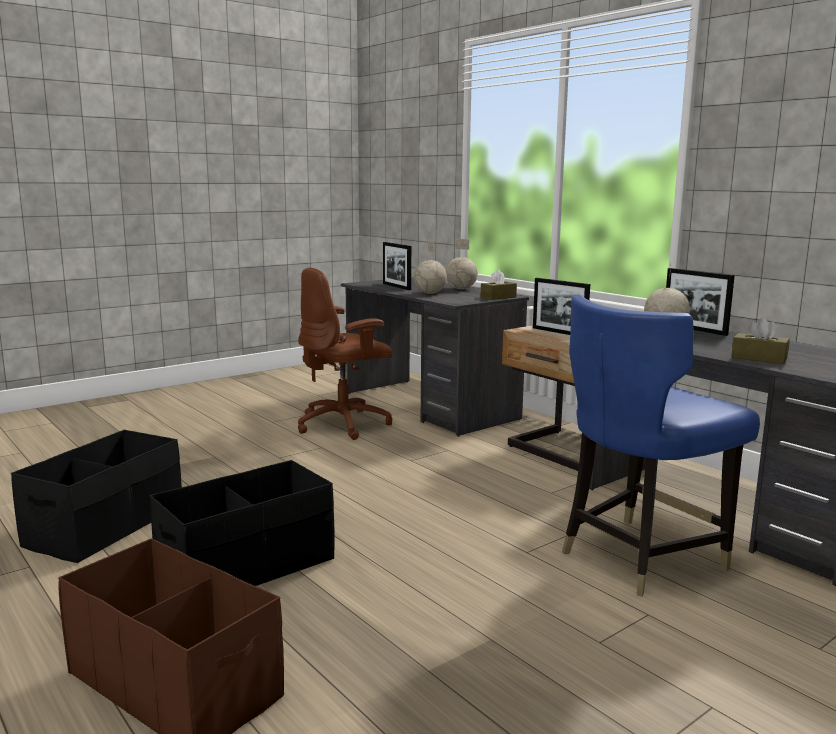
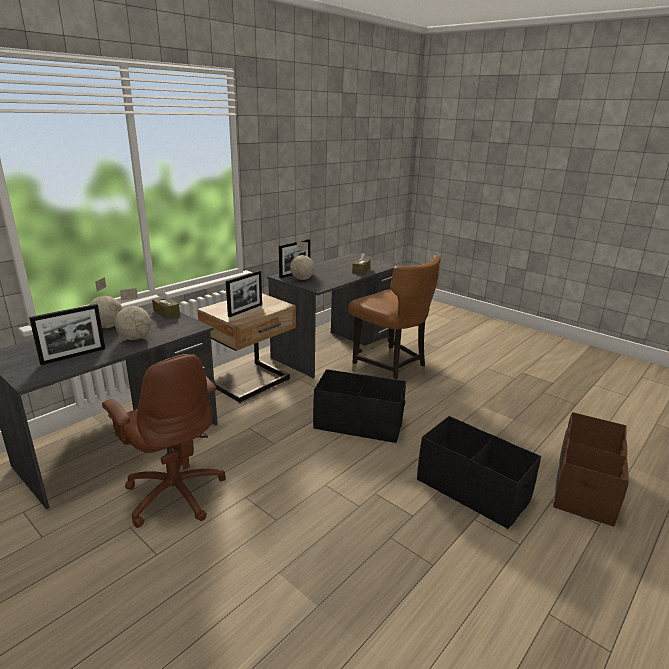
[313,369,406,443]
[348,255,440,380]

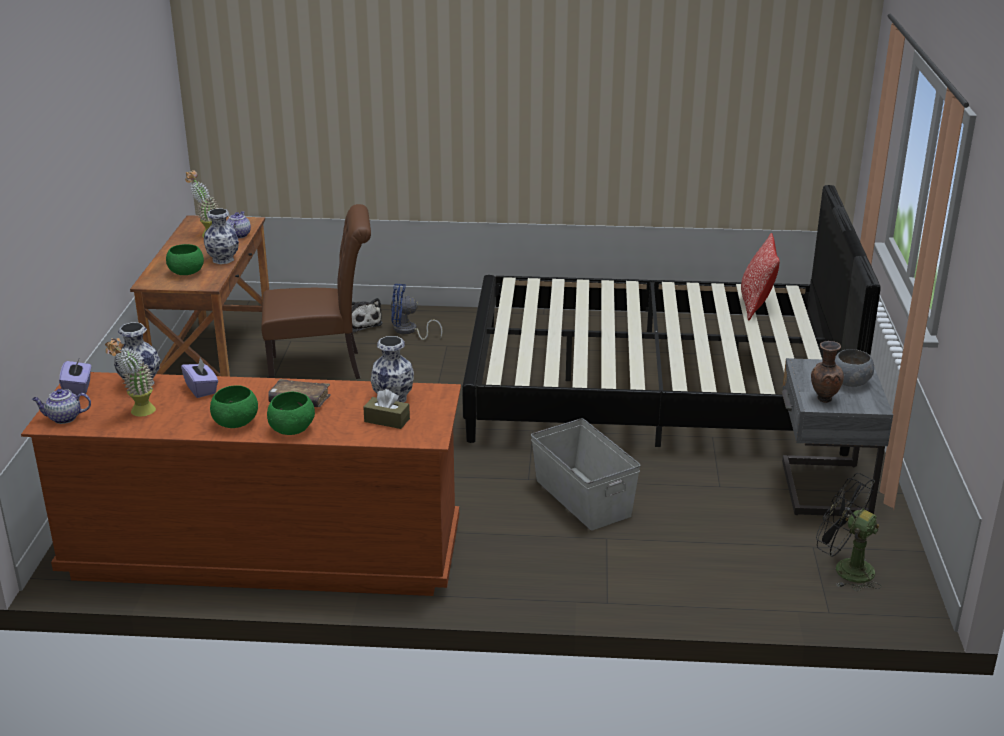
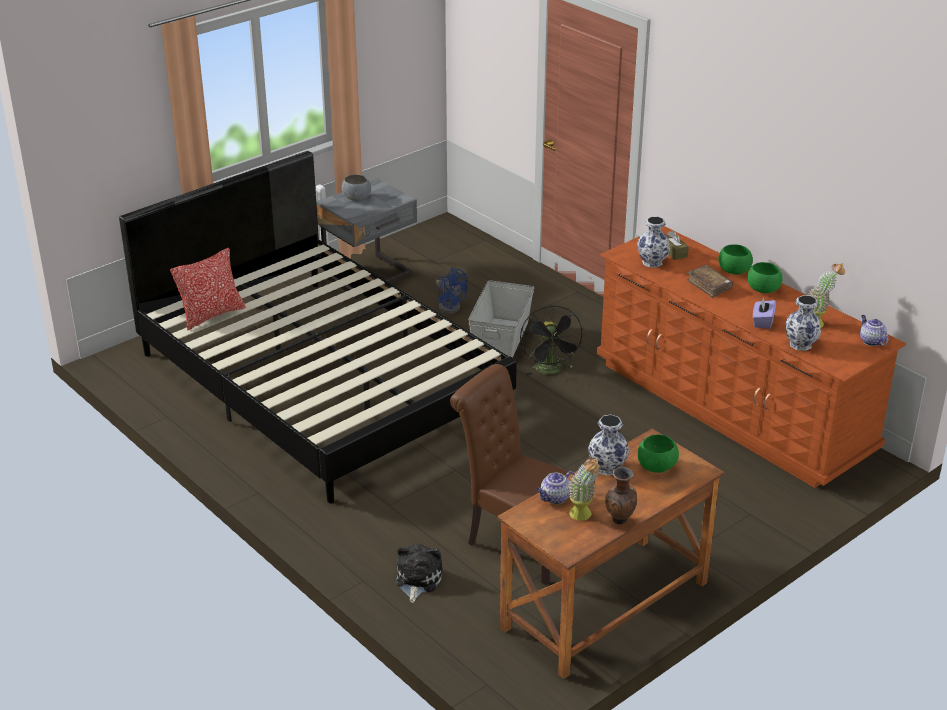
[860,315,888,346]
[59,357,91,396] (first image)
[436,267,468,314]
[605,467,637,524]
[520,305,583,375]

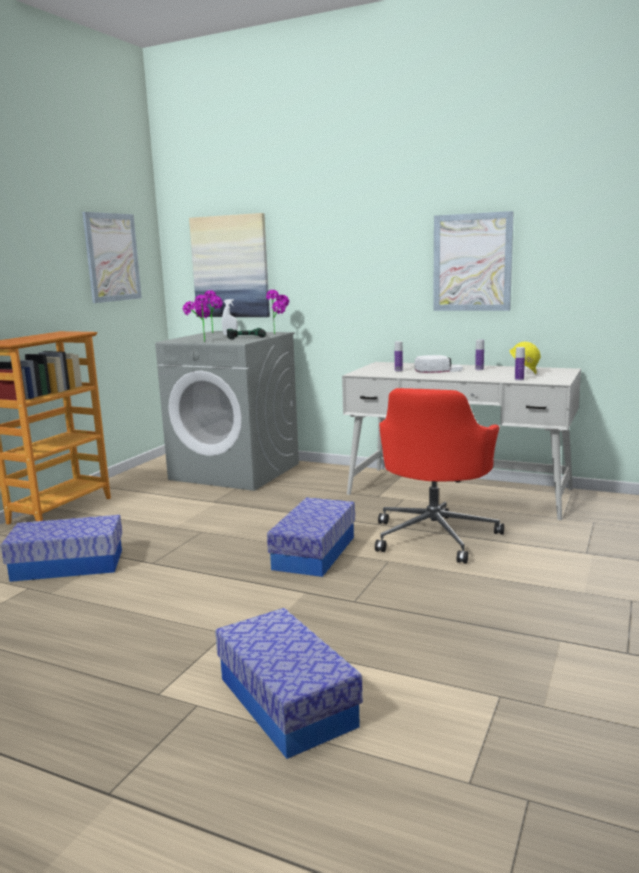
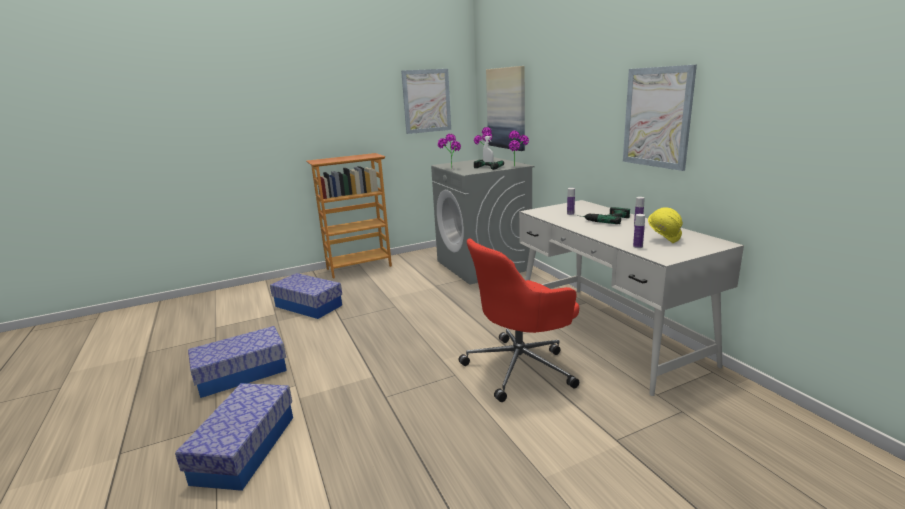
[188,326,287,398]
[577,207,630,224]

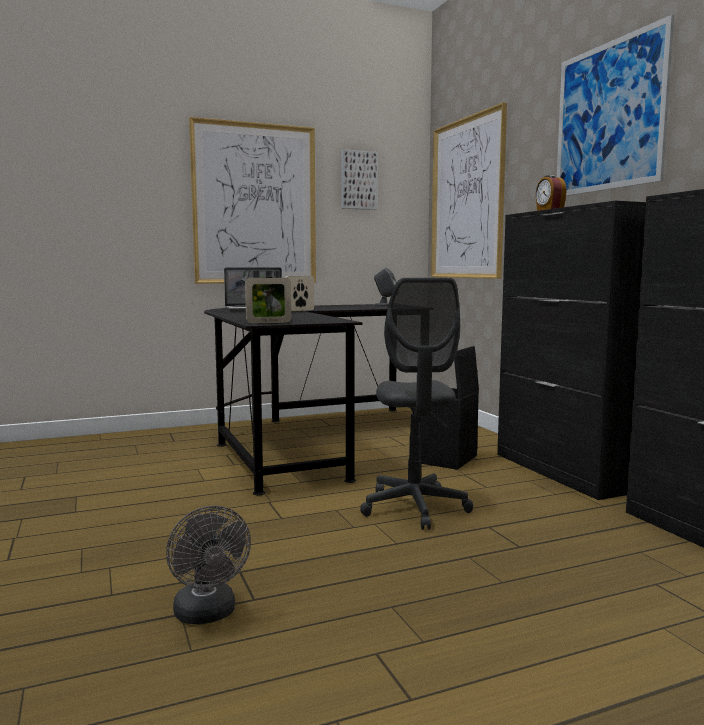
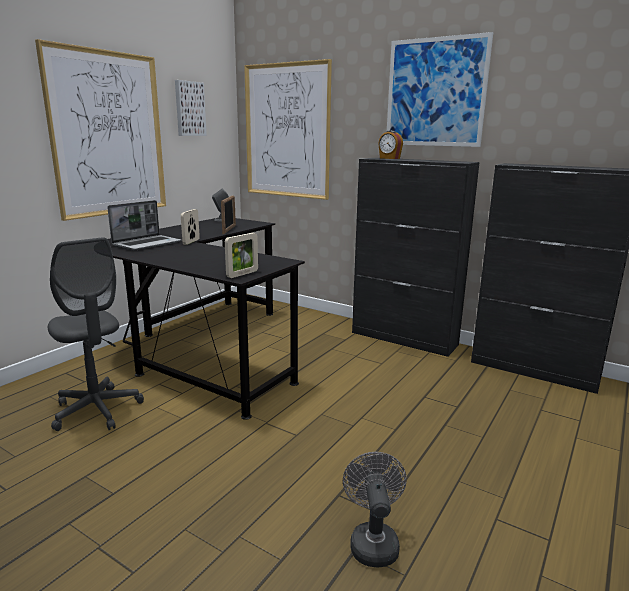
[343,452,407,567]
[48,237,144,431]
[420,346,479,470] (first image)
[221,195,236,234]

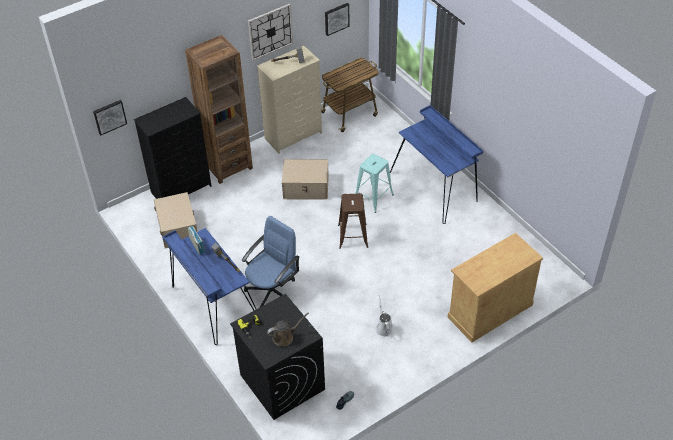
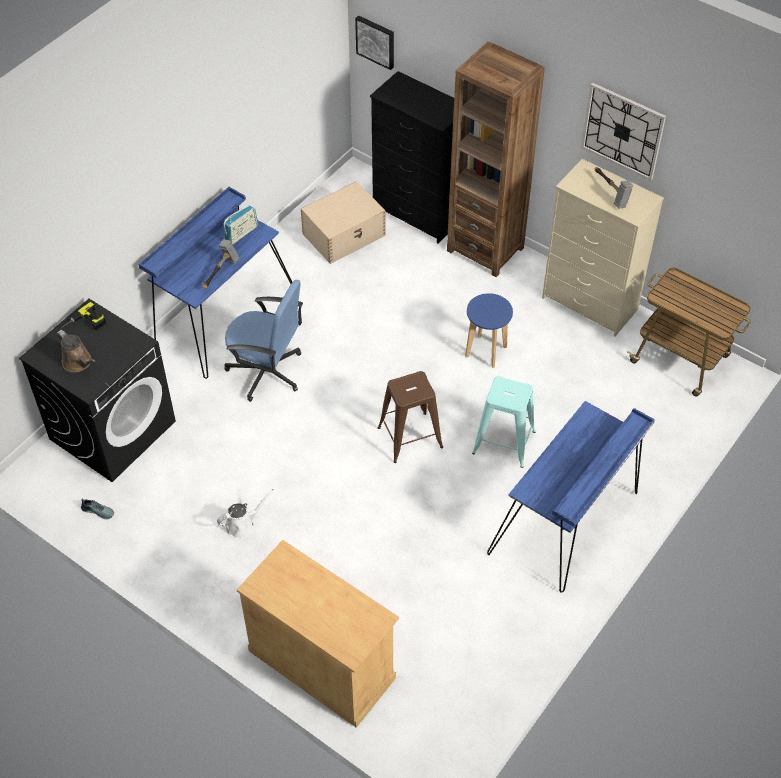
[465,293,513,368]
[325,3,349,36] (first image)

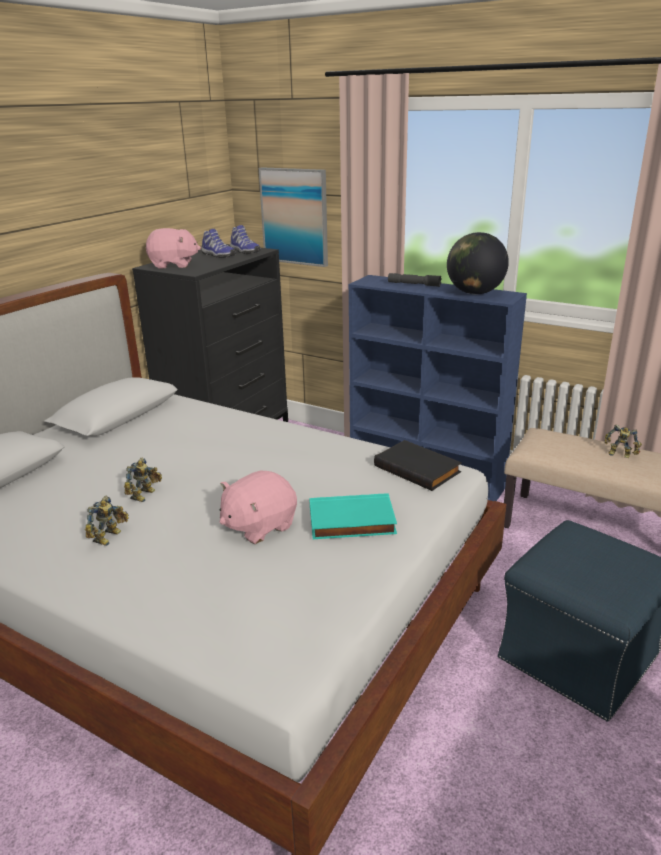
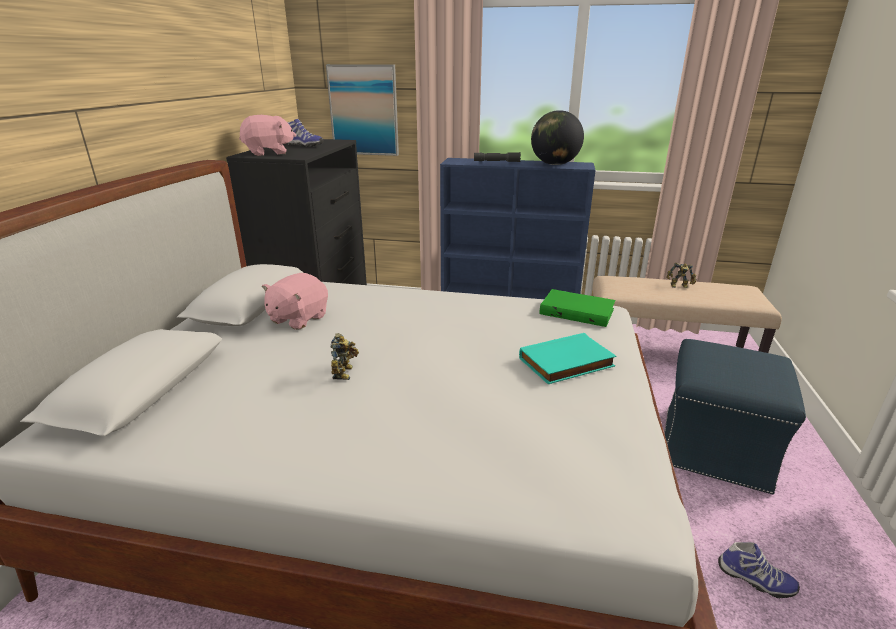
[85,496,129,546] (first image)
[262,273,328,330]
[718,542,800,598]
[540,289,615,327]

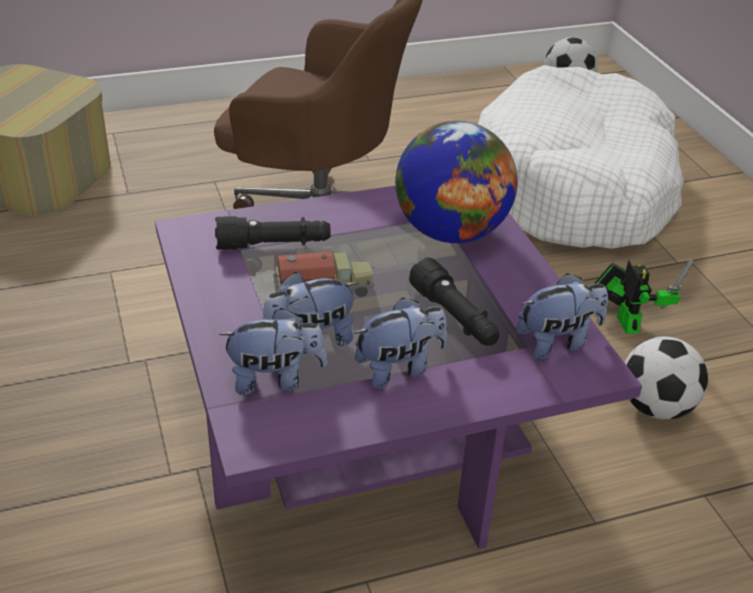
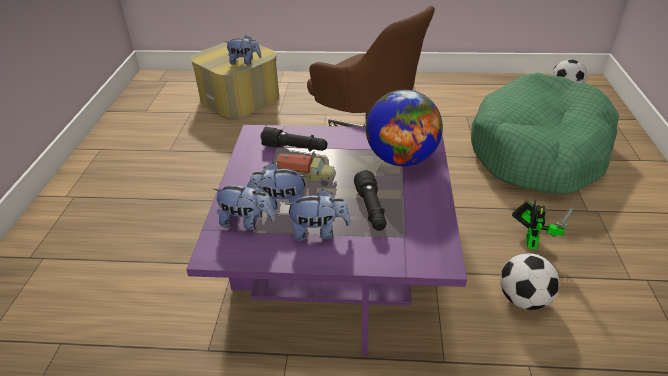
[471,73,619,194]
[225,35,262,65]

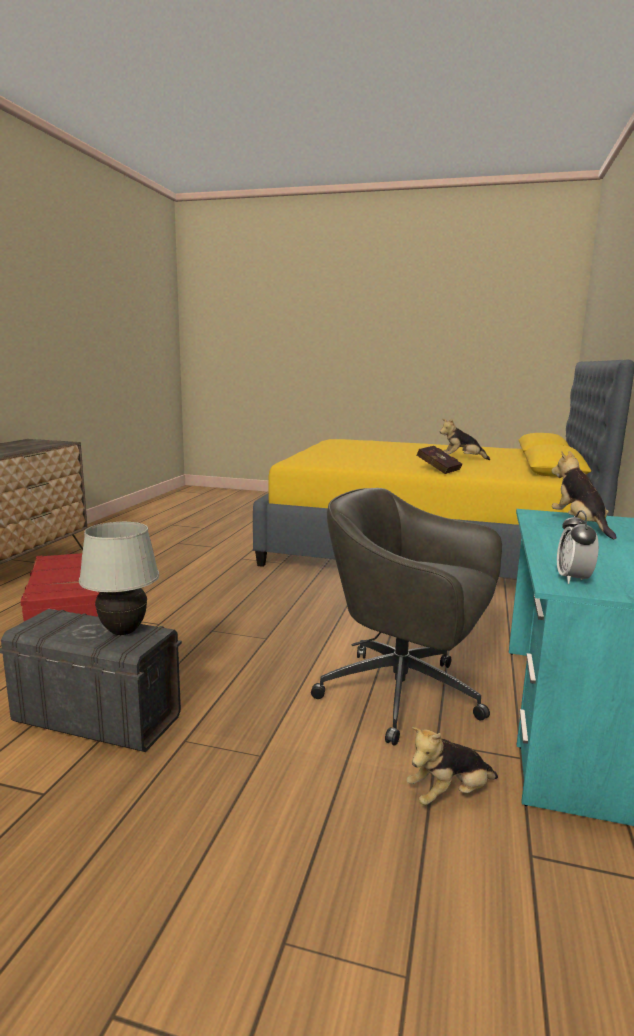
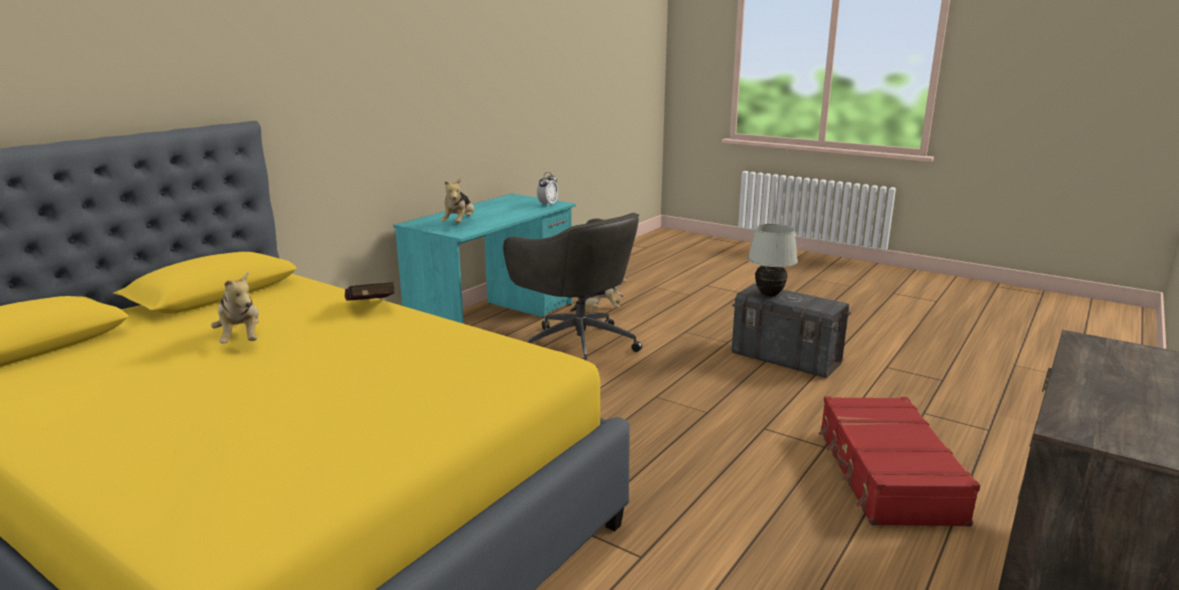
[211,272,259,344]

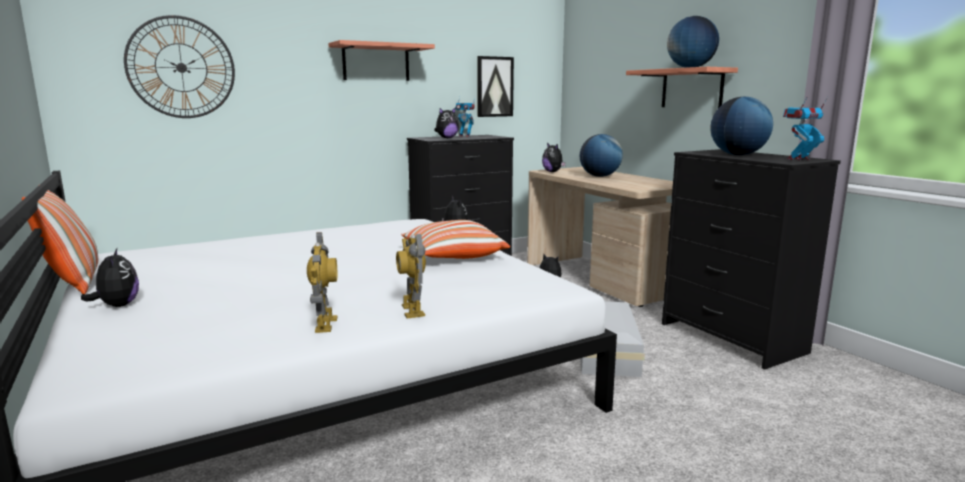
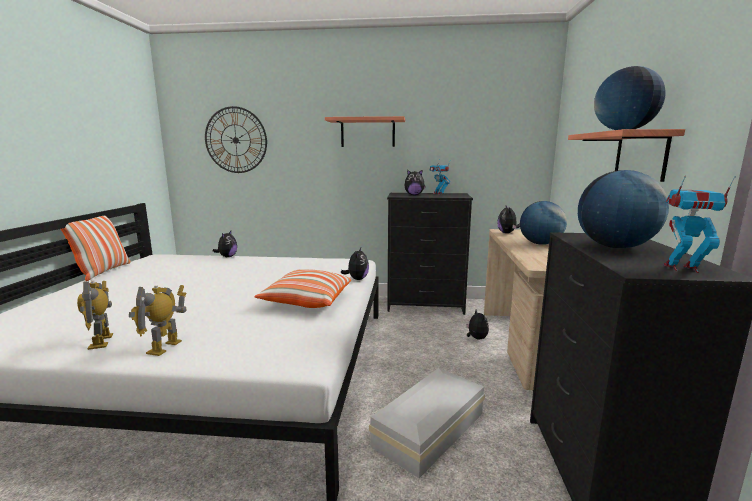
[213,231,237,257]
[77,280,113,350]
[478,56,514,117] (first image)

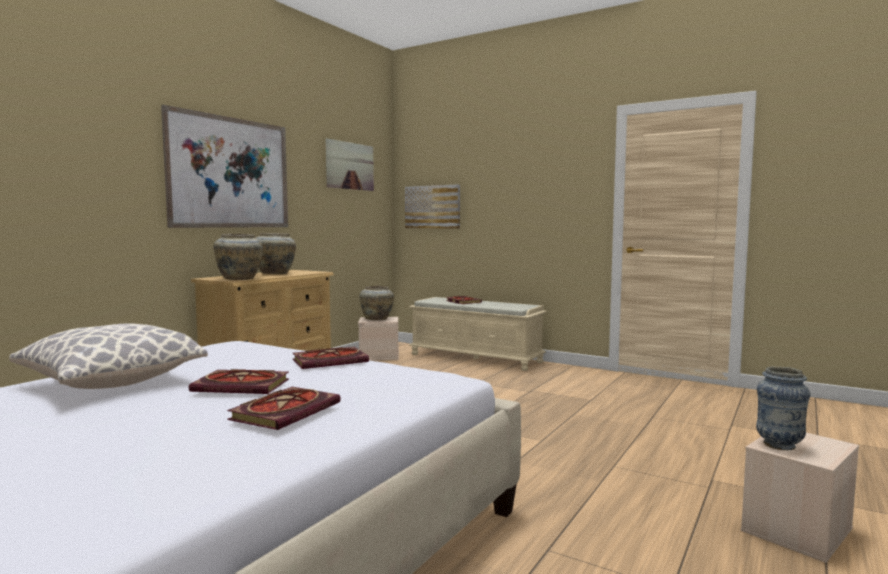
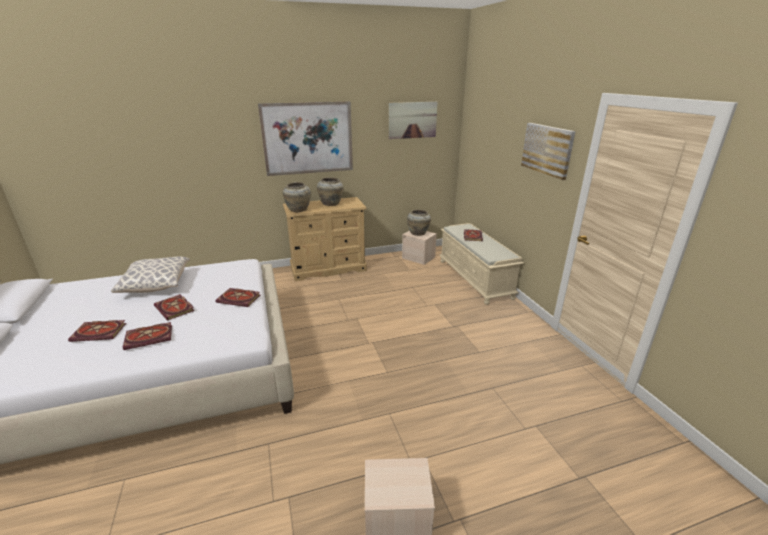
[521,123,576,180]
[756,367,810,450] (first image)
[68,320,126,342]

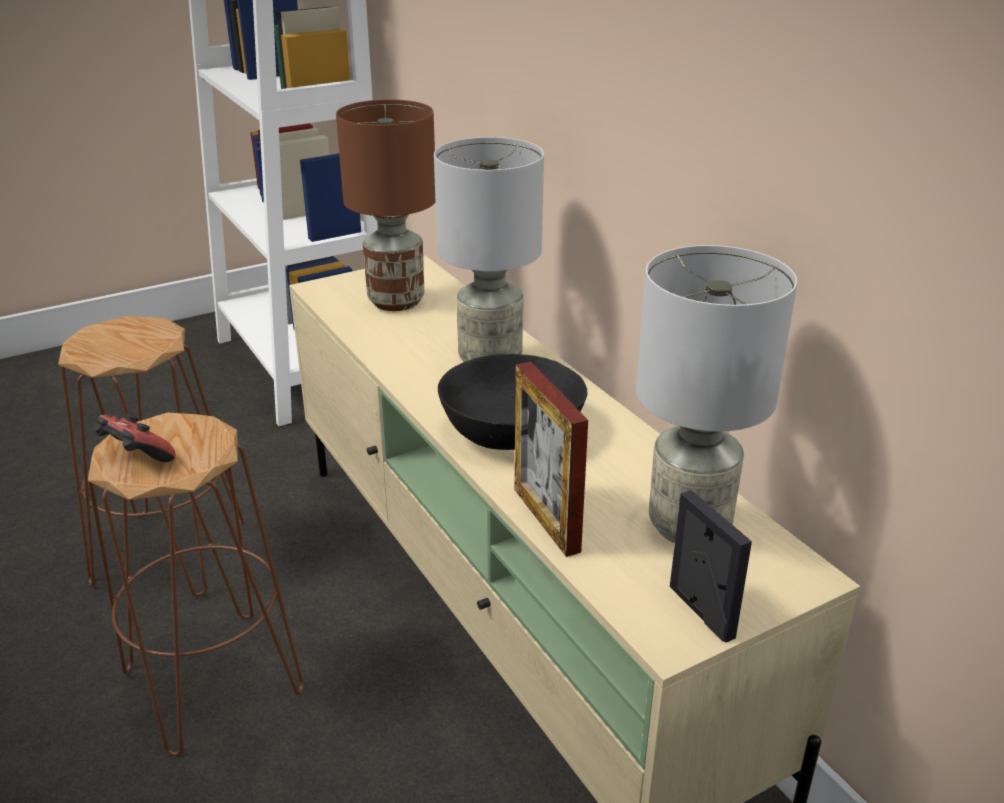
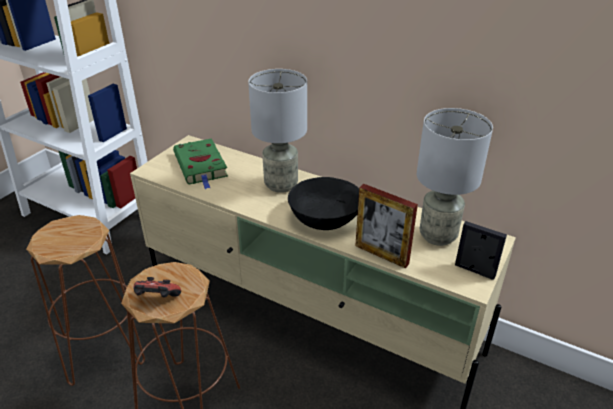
[173,139,228,189]

